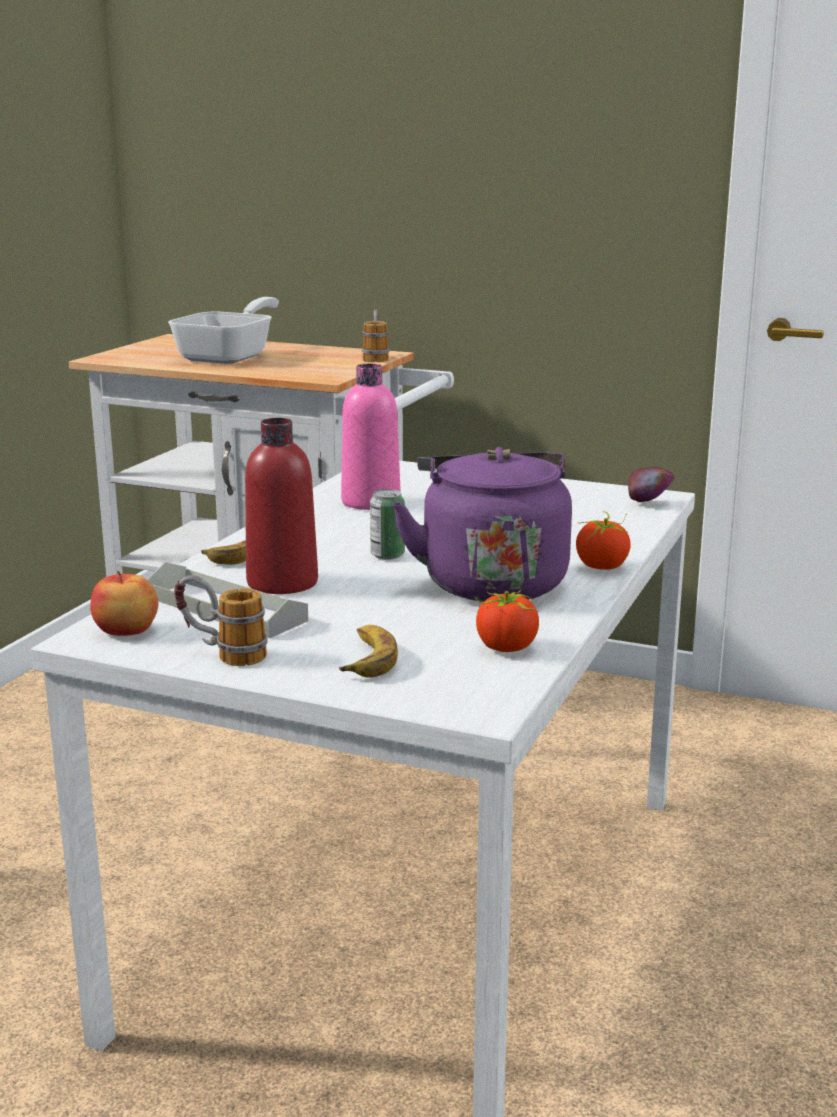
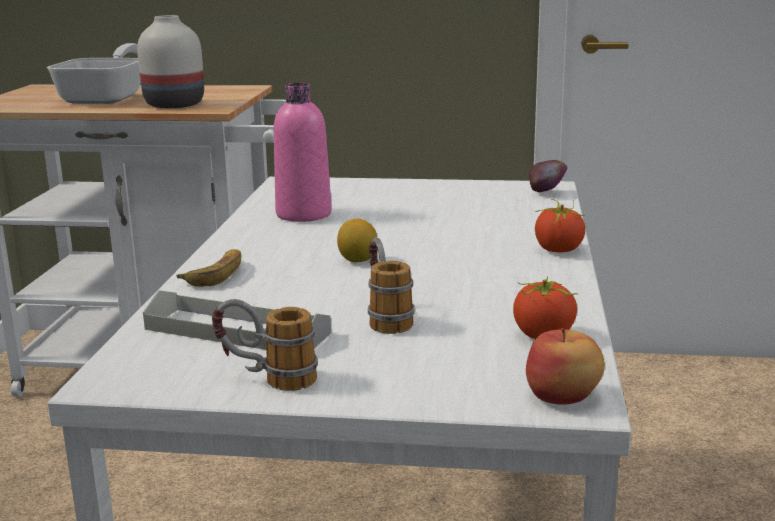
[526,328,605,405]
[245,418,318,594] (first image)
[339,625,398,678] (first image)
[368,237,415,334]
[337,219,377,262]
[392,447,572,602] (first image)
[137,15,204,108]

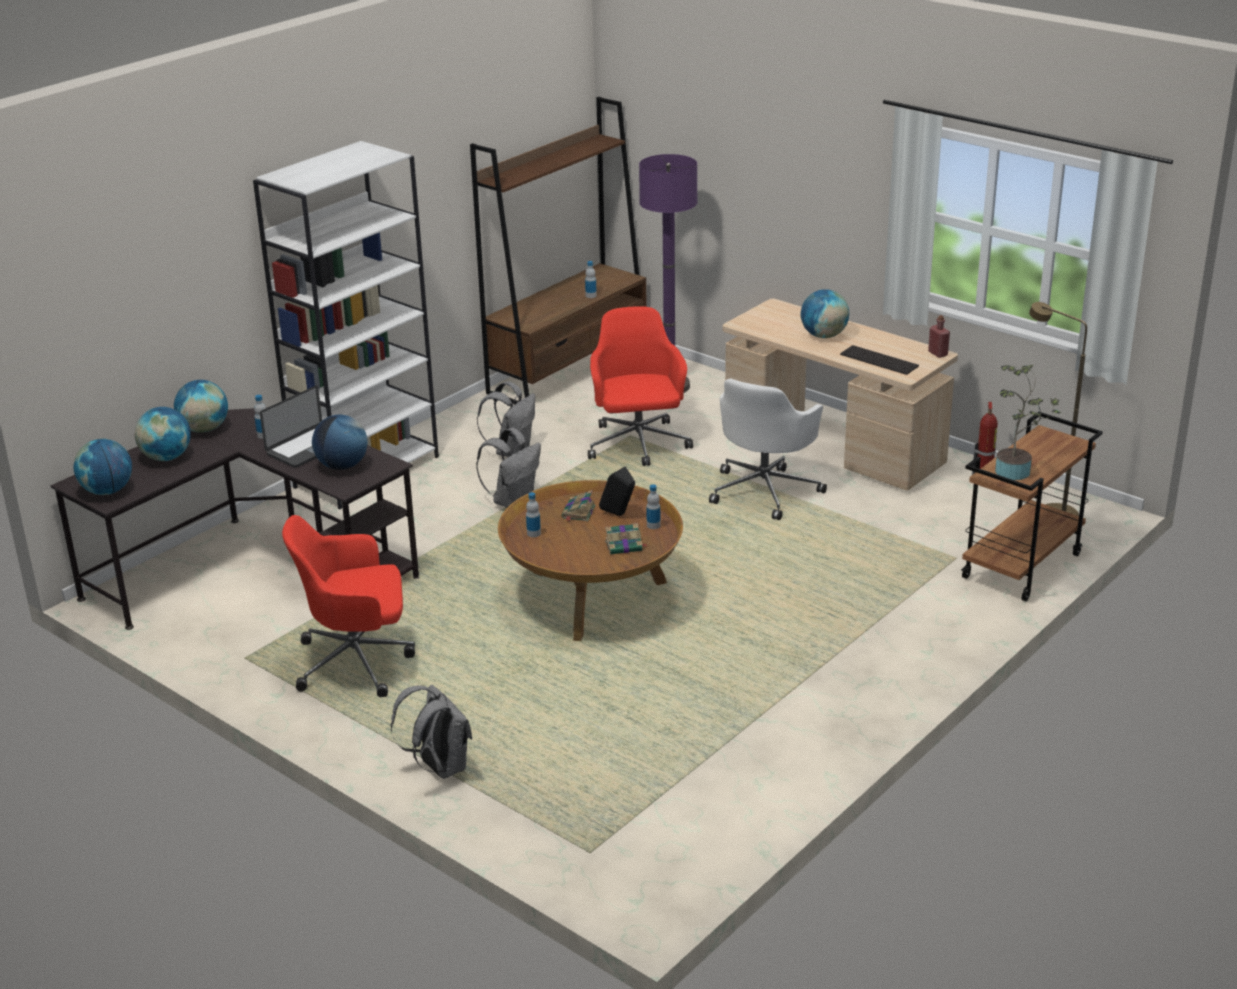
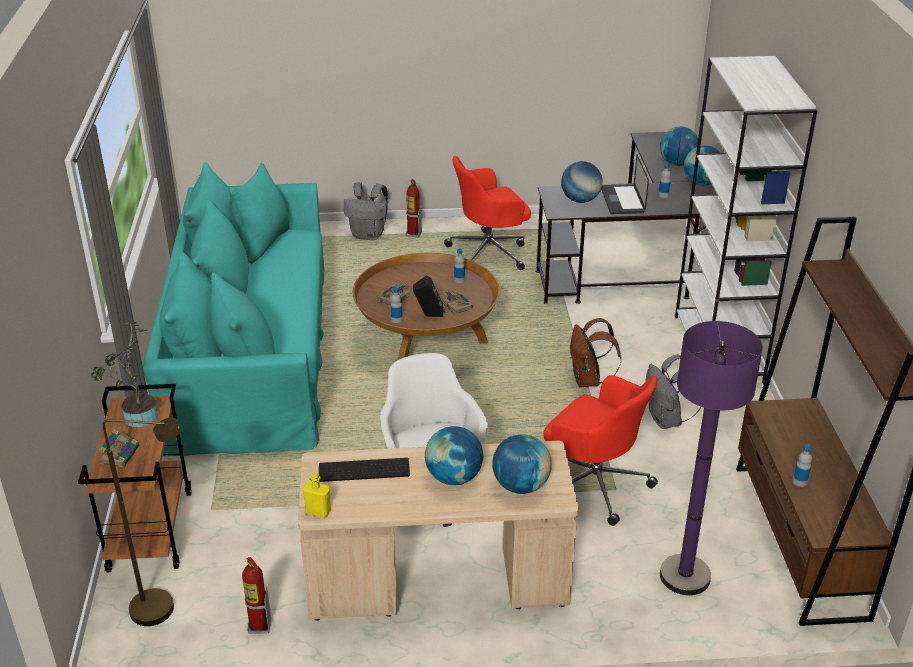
[492,434,552,494]
[444,156,531,270]
[570,318,622,387]
[303,473,331,518]
[98,429,139,467]
[143,162,324,456]
[406,179,422,237]

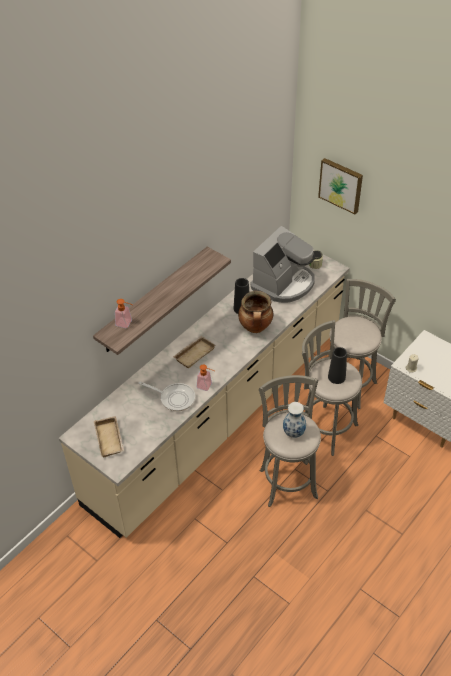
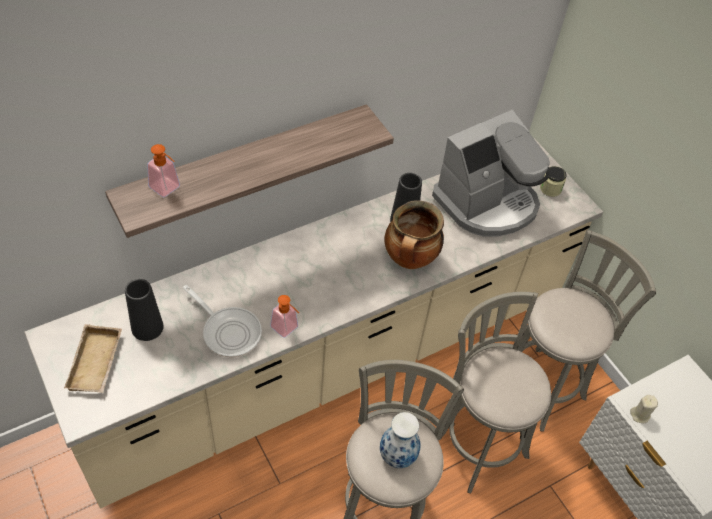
[173,336,216,368] (first image)
[318,158,363,214] (first image)
[125,279,164,341]

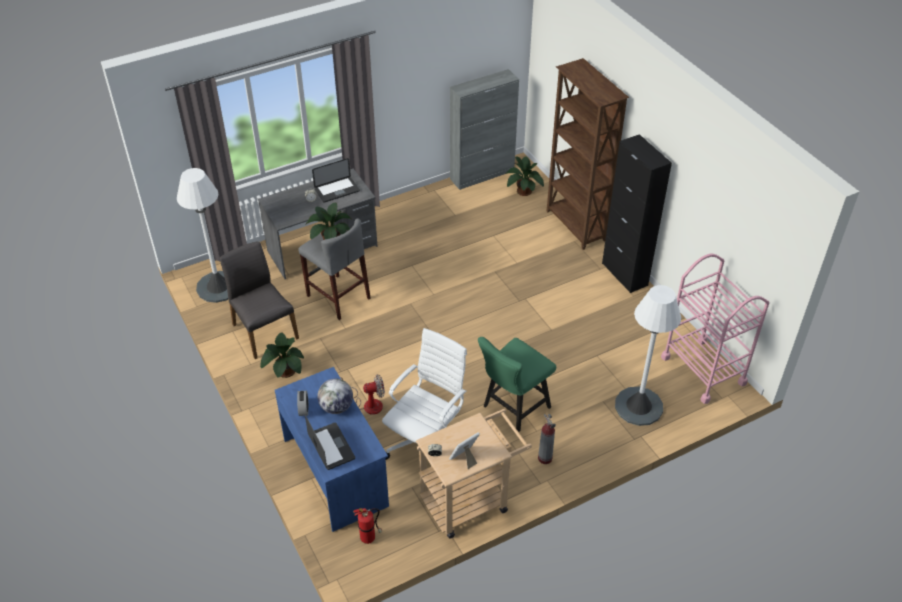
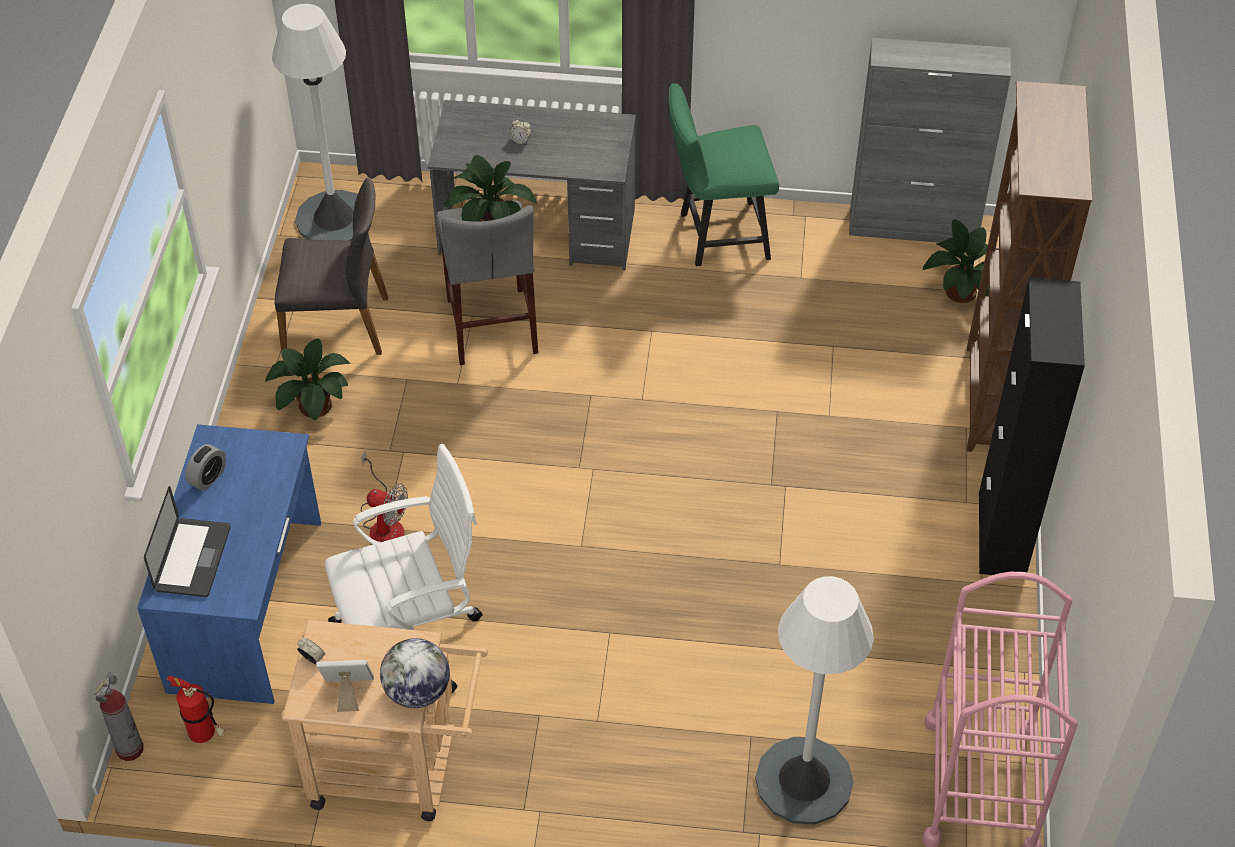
[275,178,388,355]
[312,158,360,203] (first image)
[380,638,450,708]
[668,83,779,266]
[94,672,144,761]

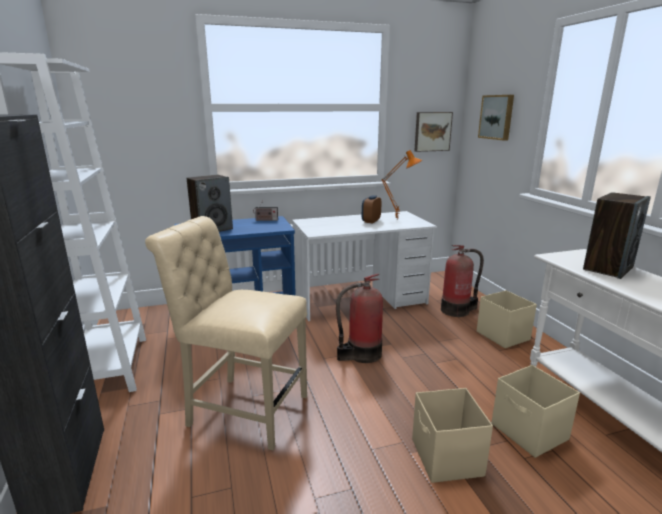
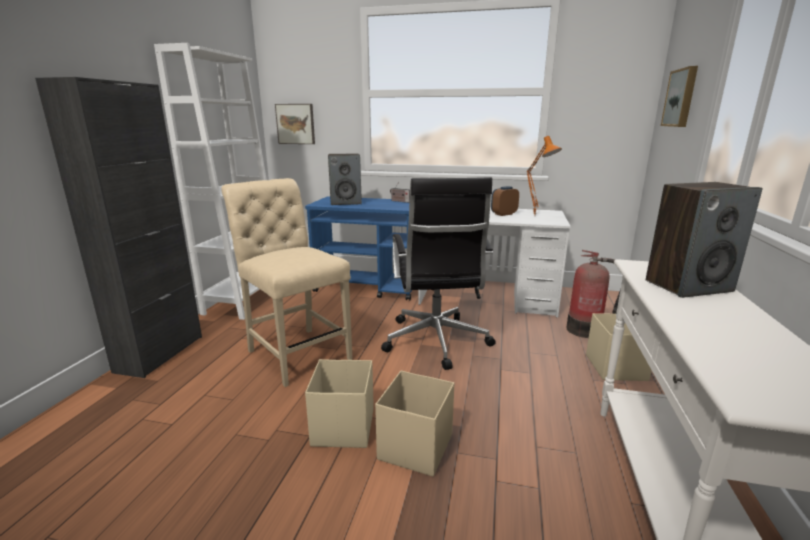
[381,177,496,370]
[275,104,315,144]
[305,359,374,448]

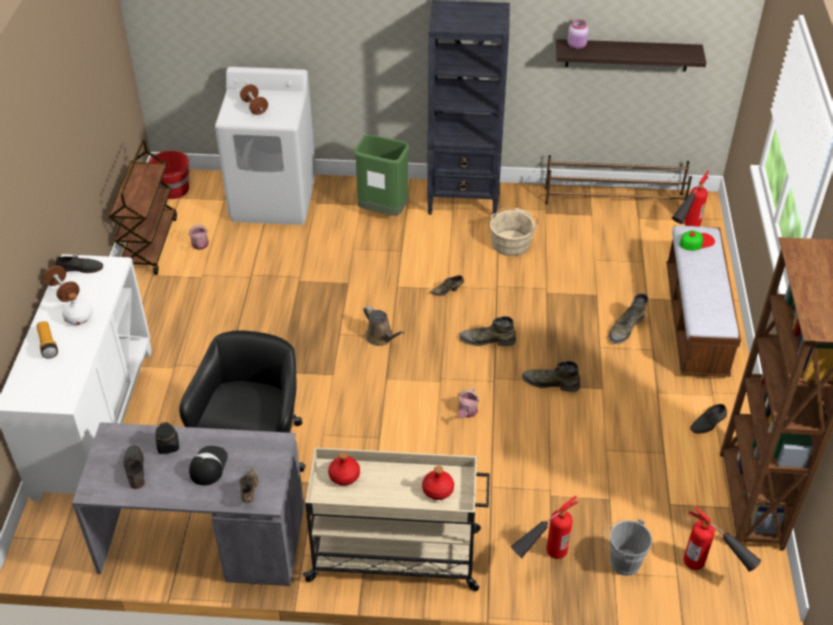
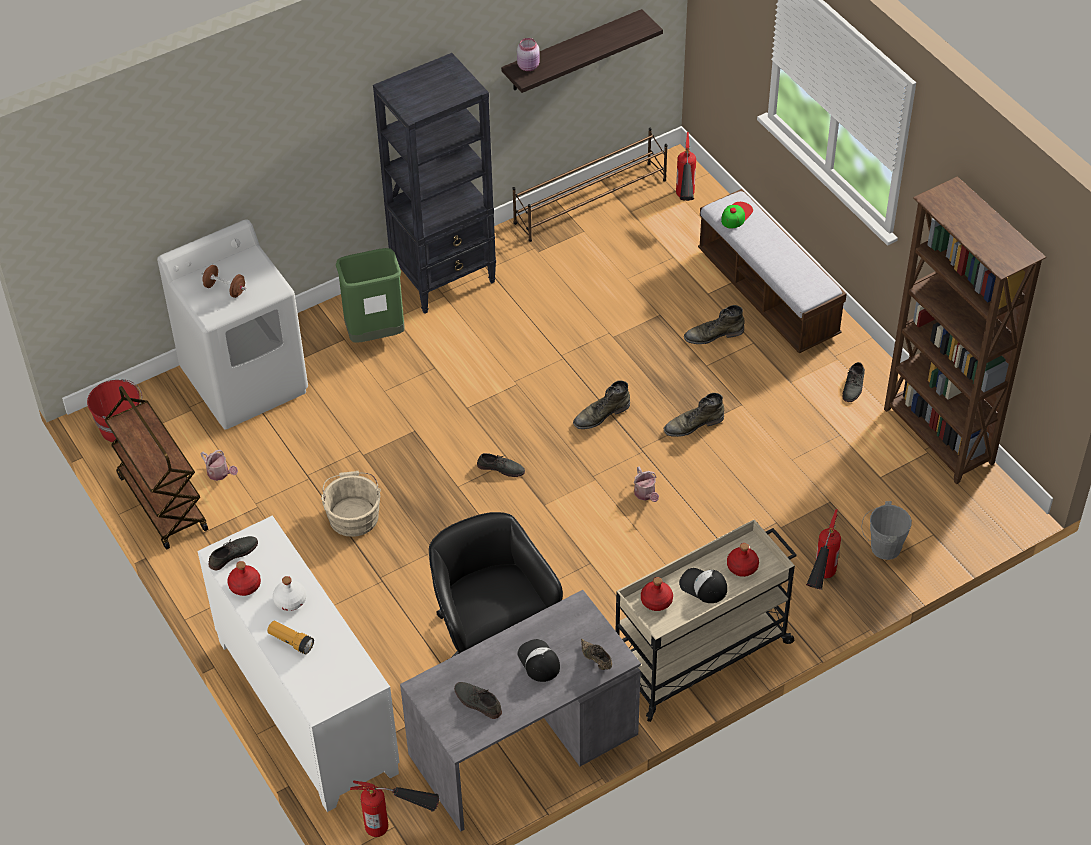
[227,561,261,596]
[155,422,179,454] (first image)
[477,453,525,477]
[430,275,464,296] (first image)
[321,471,381,537]
[684,305,745,344]
[350,780,439,837]
[679,568,727,603]

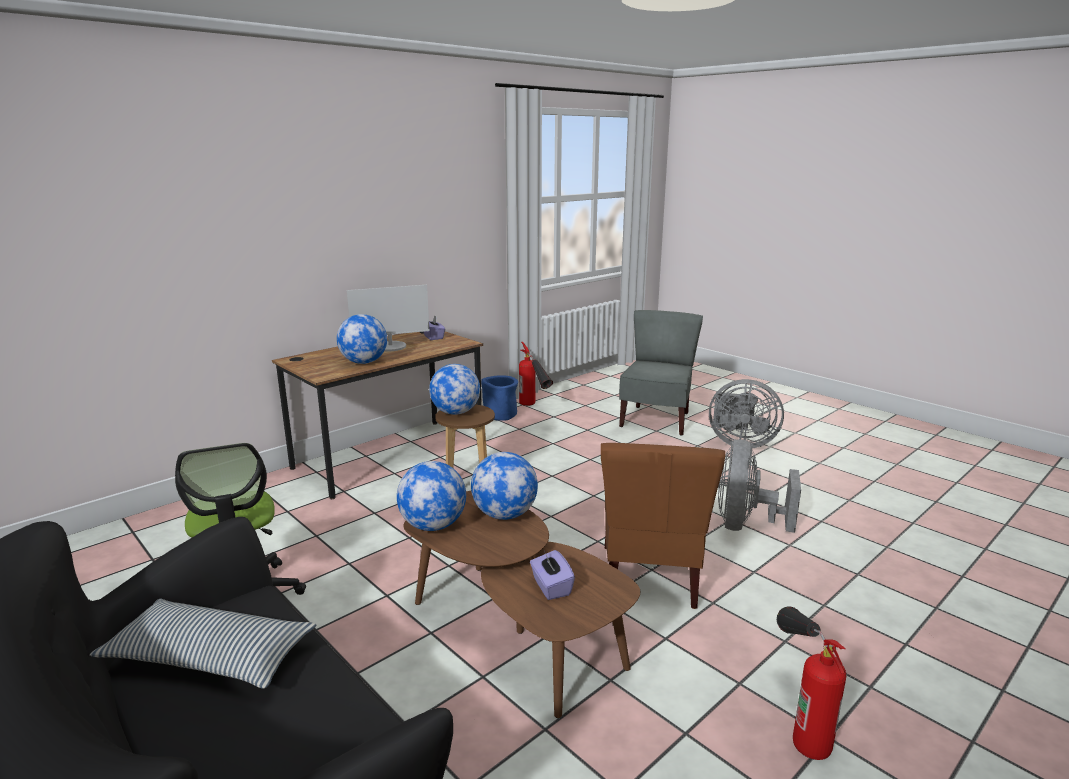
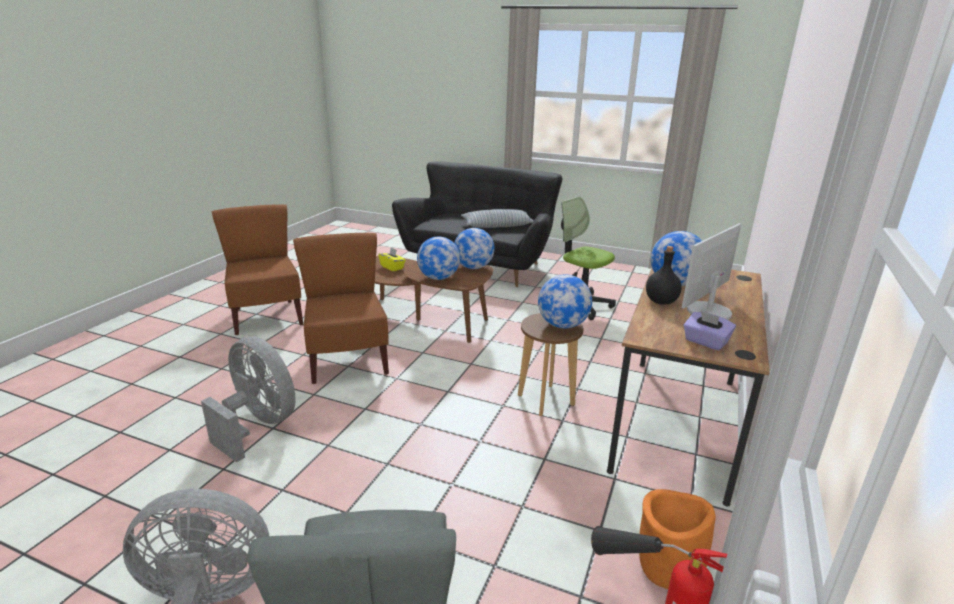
[639,489,716,589]
[378,248,406,272]
[201,336,296,463]
[212,205,303,335]
[646,246,682,304]

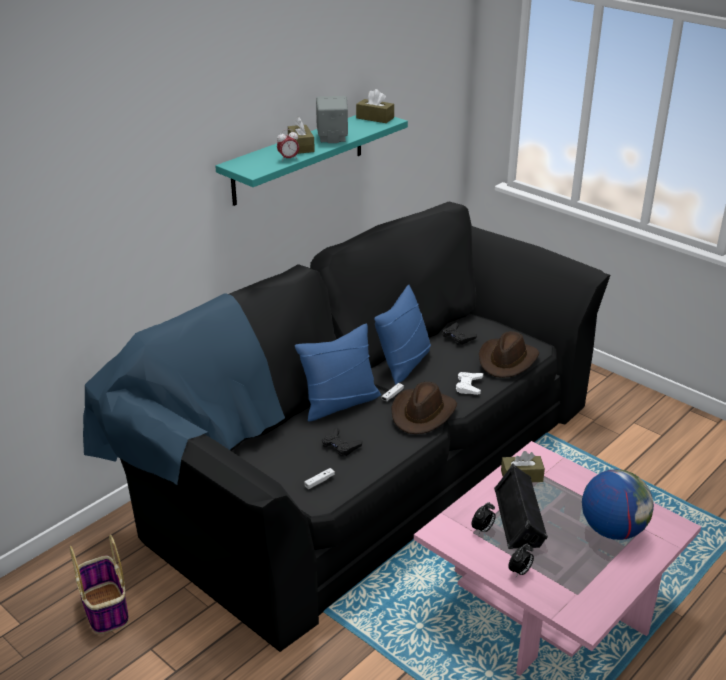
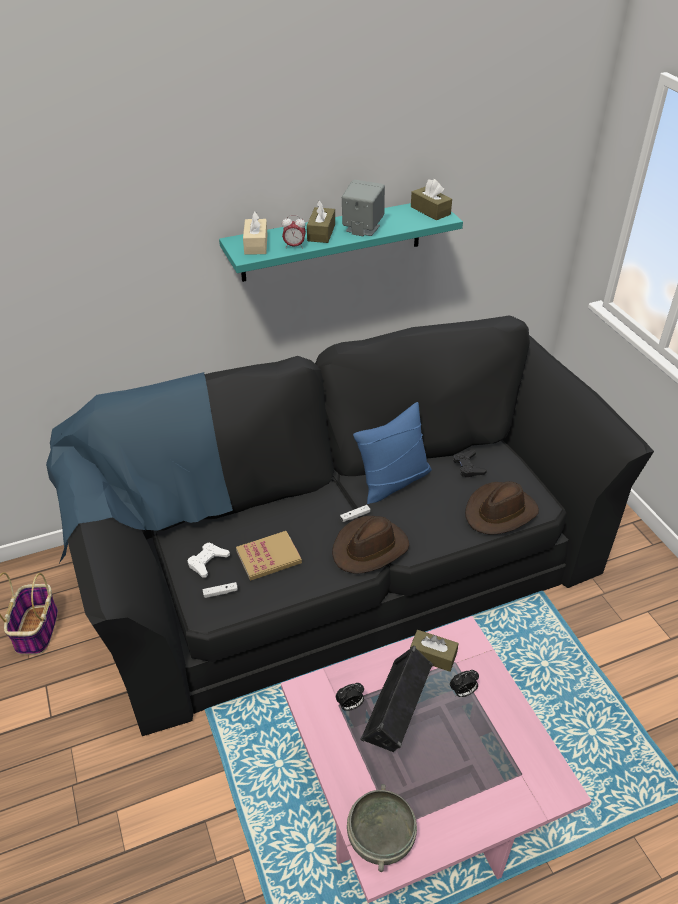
[295,324,381,421] (first image)
[236,531,302,581]
[188,542,230,578]
[450,670,479,697]
[582,469,654,540] (first image)
[243,212,267,255]
[347,784,417,872]

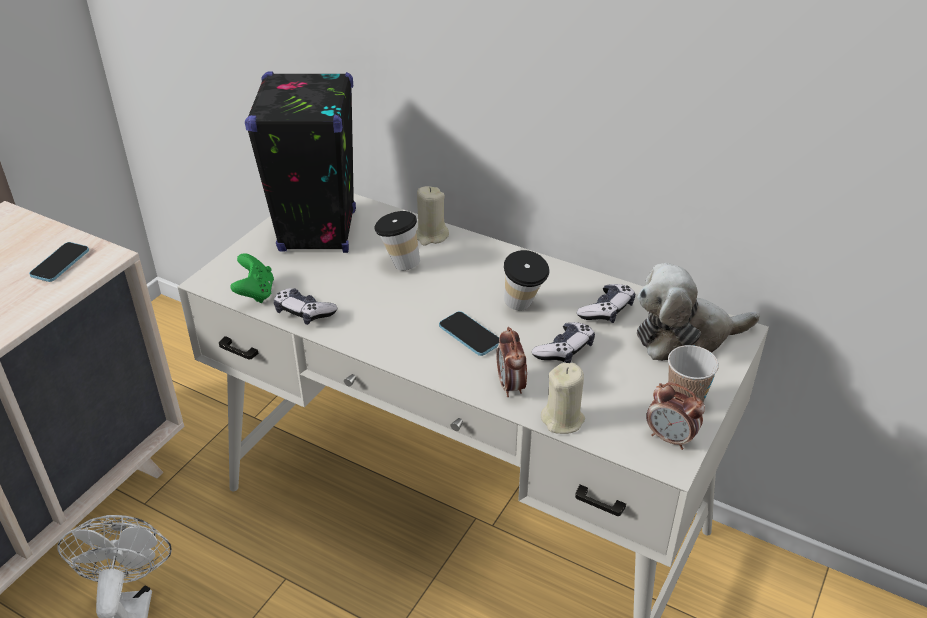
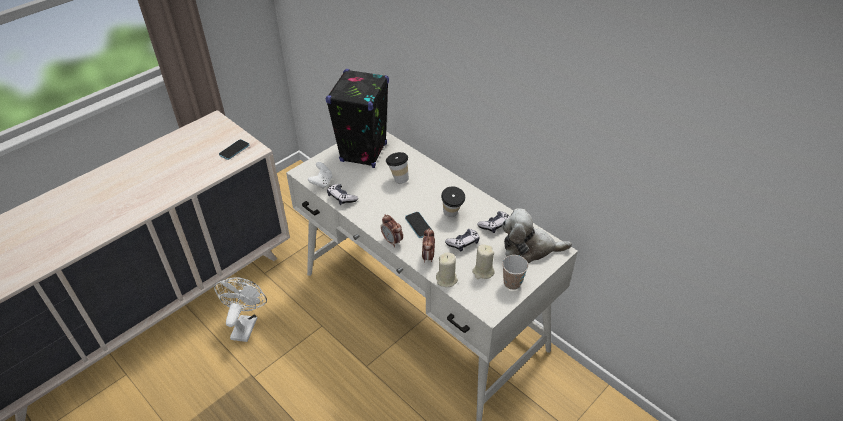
[308,162,332,189]
[472,244,495,279]
[381,214,403,247]

